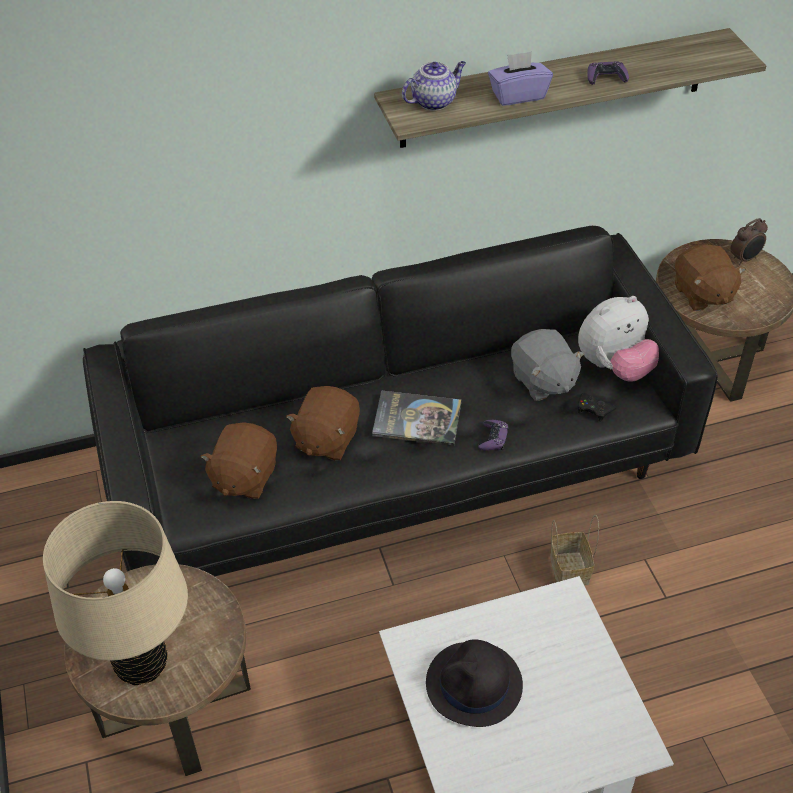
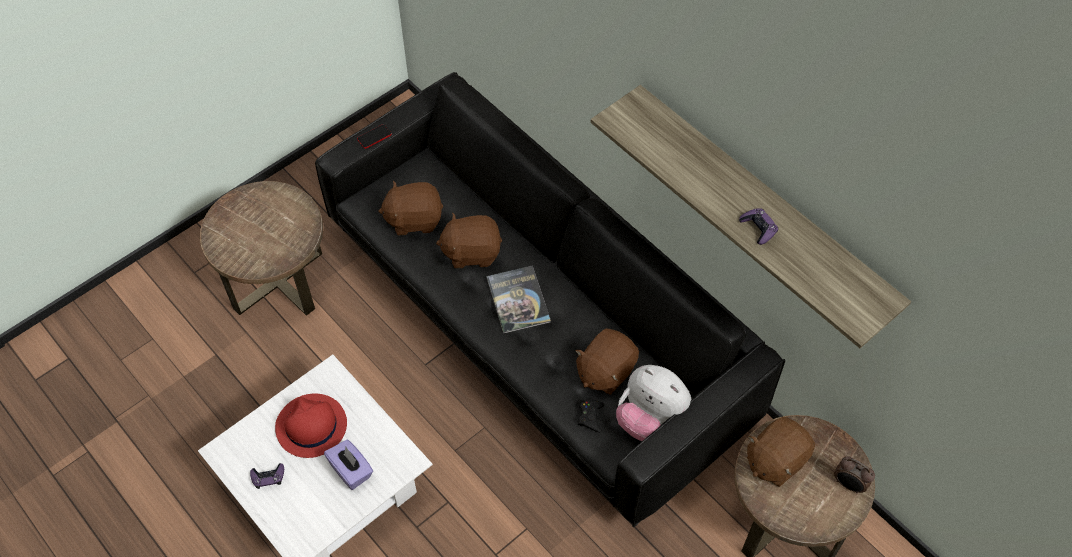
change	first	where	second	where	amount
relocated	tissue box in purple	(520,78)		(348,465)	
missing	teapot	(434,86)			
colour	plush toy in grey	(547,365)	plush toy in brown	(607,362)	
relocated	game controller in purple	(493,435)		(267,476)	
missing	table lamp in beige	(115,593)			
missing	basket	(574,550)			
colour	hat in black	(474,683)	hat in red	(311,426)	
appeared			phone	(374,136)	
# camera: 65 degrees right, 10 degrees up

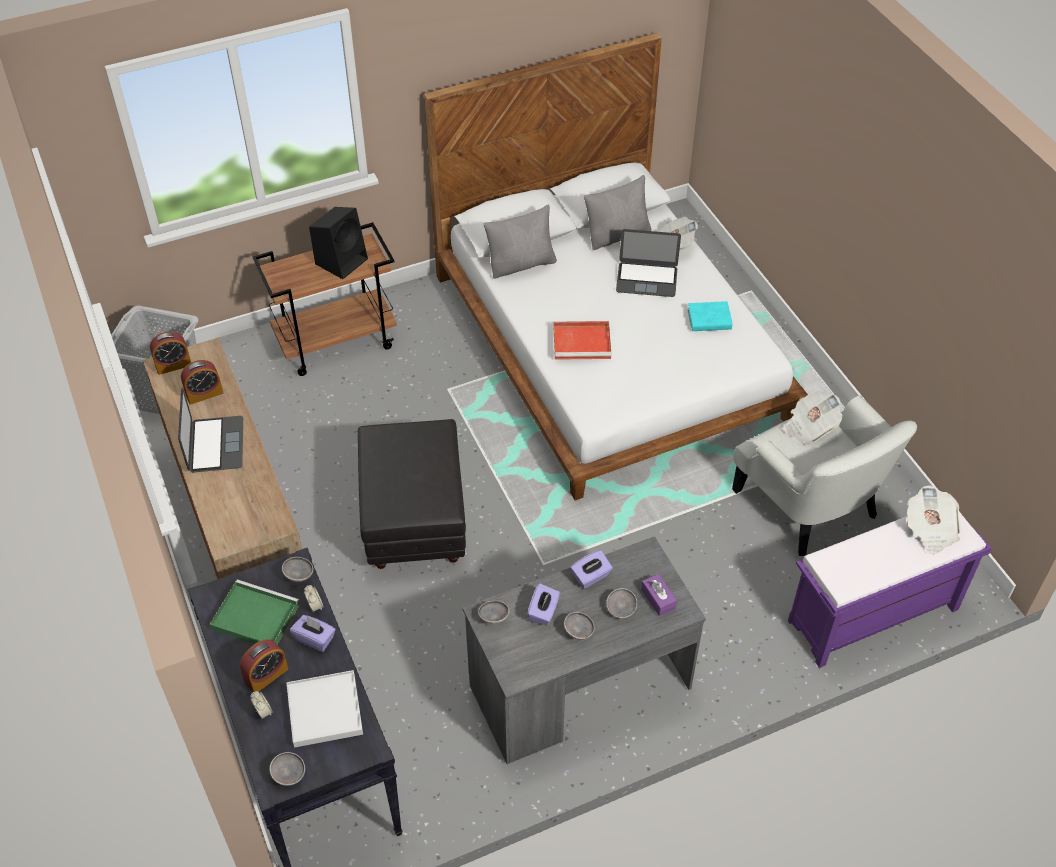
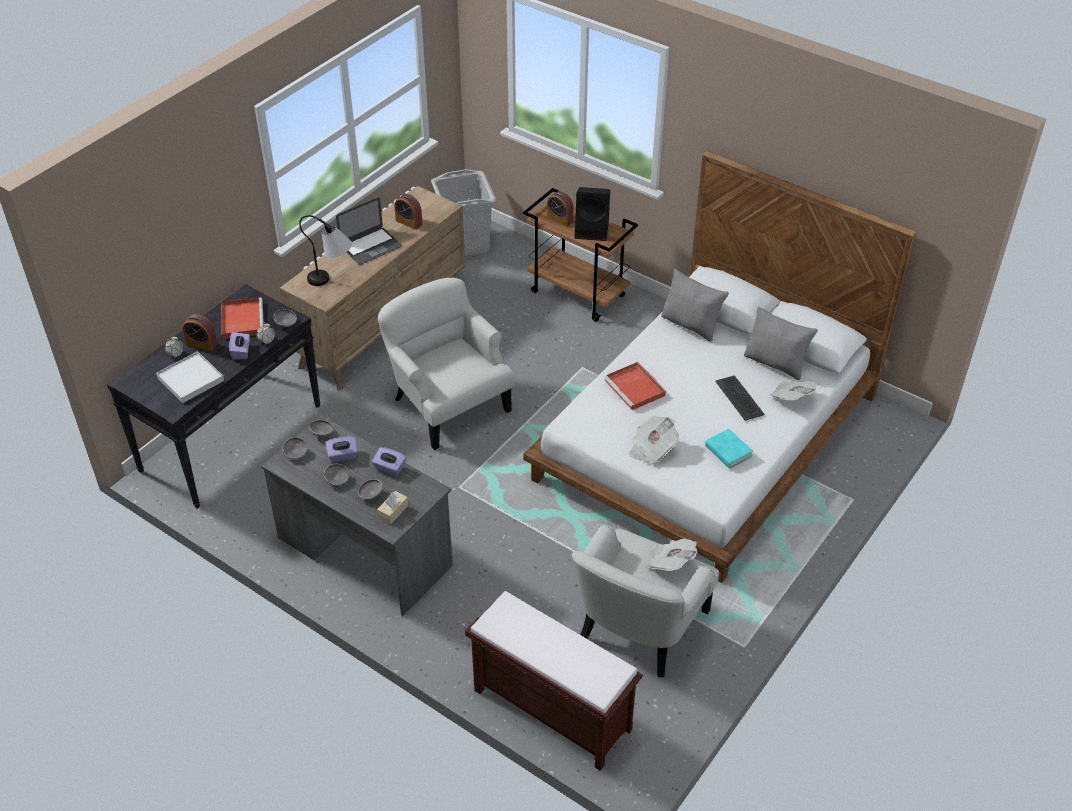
change	first	where	second	where	amount
exchanged	laptop	(648,263)	keyboard	(739,398)	
relocated	alarm clock	(170,353)		(560,209)	
exchanged	ottoman in black	(412,494)	armchair in white	(446,364)	
relocated	newspaper	(933,520)		(654,440)	
colour	bench in purple	(890,590)	bench in brown	(554,681)	
colour	tissue box in purple	(659,595)	tissue box in beige	(392,507)	
colour	tray in green	(254,612)	tray in red	(242,318)	
relocated	bowl in grey	(287,769)		(295,448)	
appeared			table lamp	(325,250)	
# camera: 60 degrees right, 5 degrees down

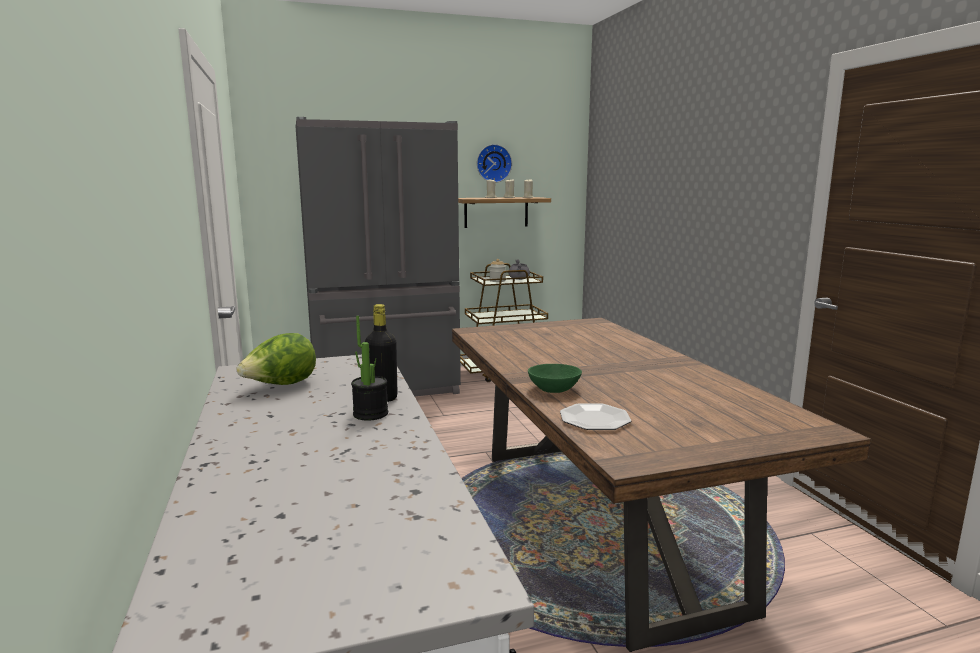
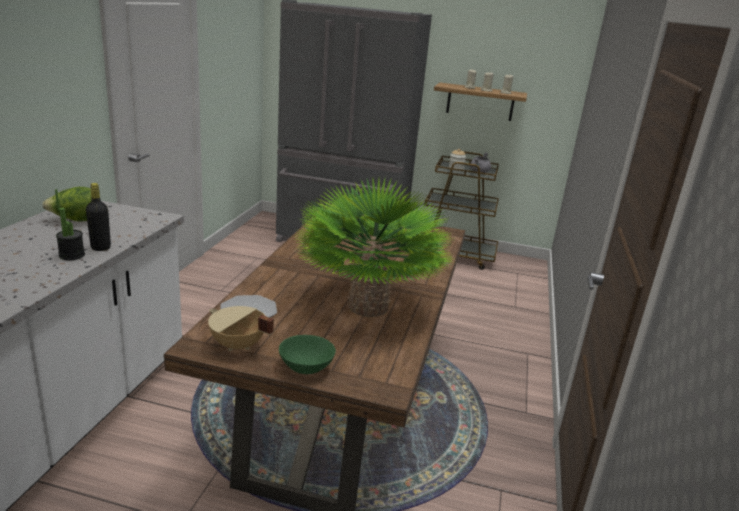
change	first	where	second	where	amount
missing	wall clock	(494,163)			
relocated	bowl in green	(555,378)		(307,354)	
appeared			potted plant	(373,247)	
appeared			cooking pot in beige	(241,328)	
# camera: 30 degrees right, 10 degrees up

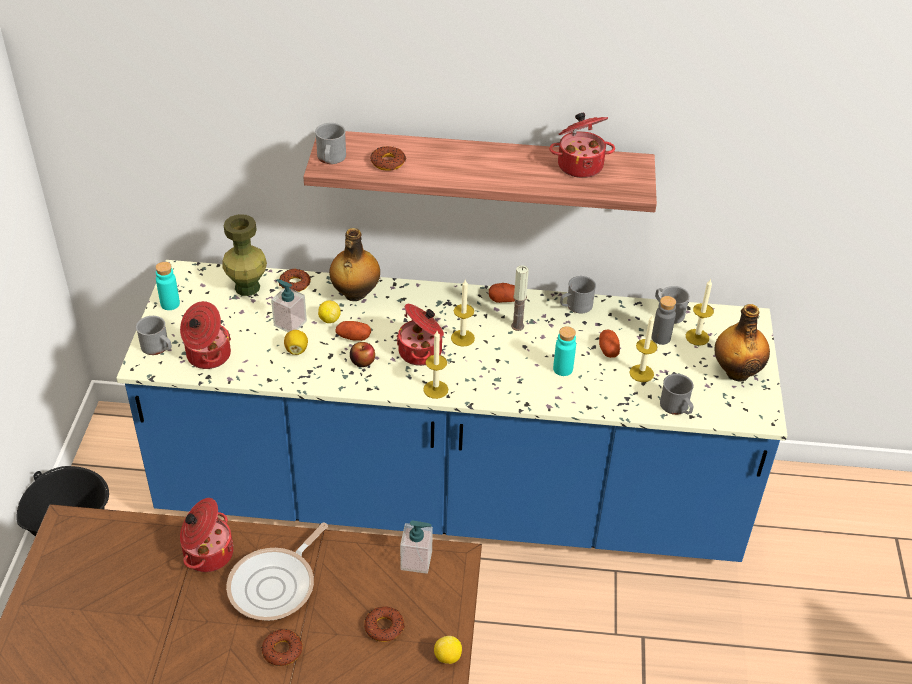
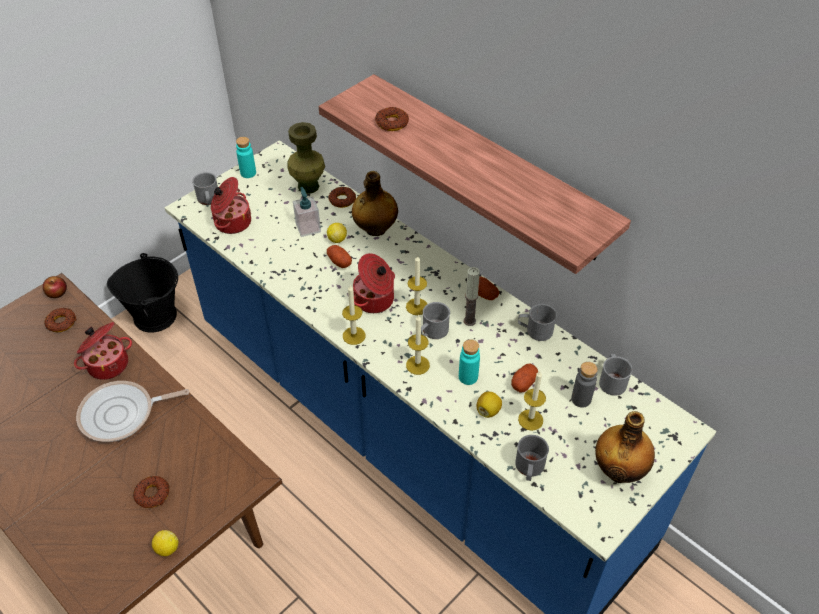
change	first	where	second	where	amount
missing	cooking pot	(582,145)			
relocated	mug in grey	(330,143)		(435,320)	
relocated	candle	(700,312)		(418,344)	
relocated	lemon	(296,342)		(489,404)	
relocated	apple	(362,354)		(55,287)	
missing	soap dispenser	(416,547)			
relocated	donut	(282,647)		(61,320)	
# camera: 40 degrees right, 5 degrees up

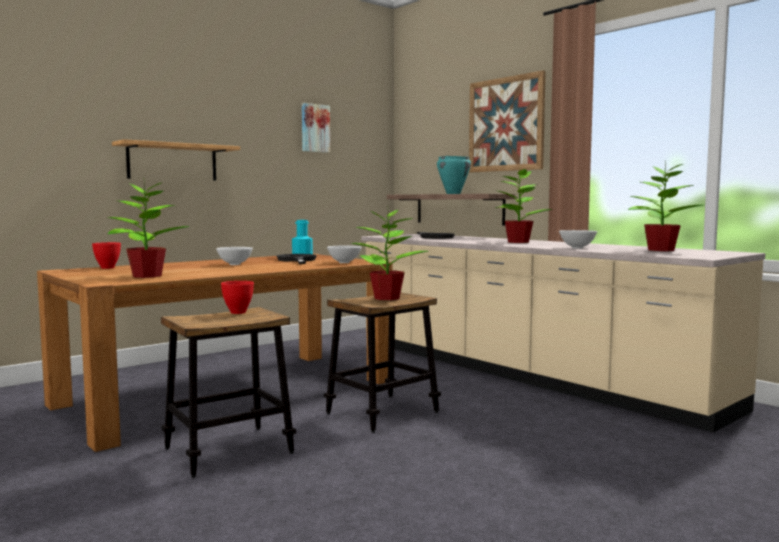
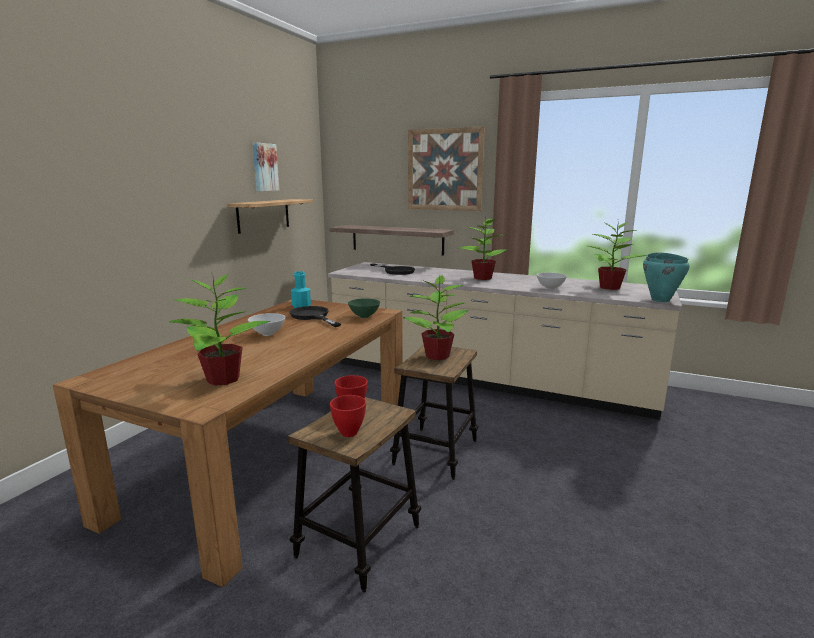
change	first	where	second	where	amount
relocated	shelf	(176,159)		(270,216)	
relocated	cooking pot in turquoise	(454,175)		(666,277)	
relocated	bowl in red	(106,255)		(348,416)	
colour	bowl in white	(344,254)	bowl in green	(364,308)	
# camera: 25 degrees left, 10 degrees up

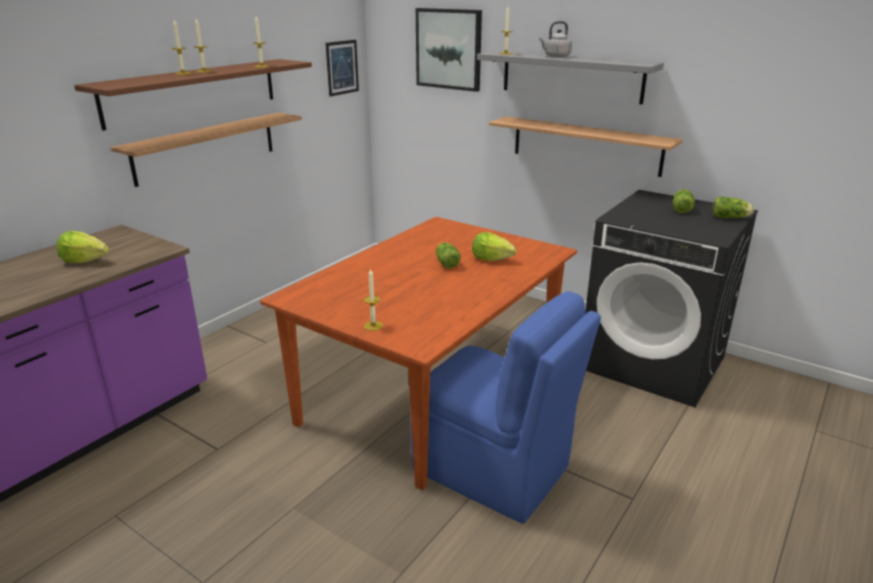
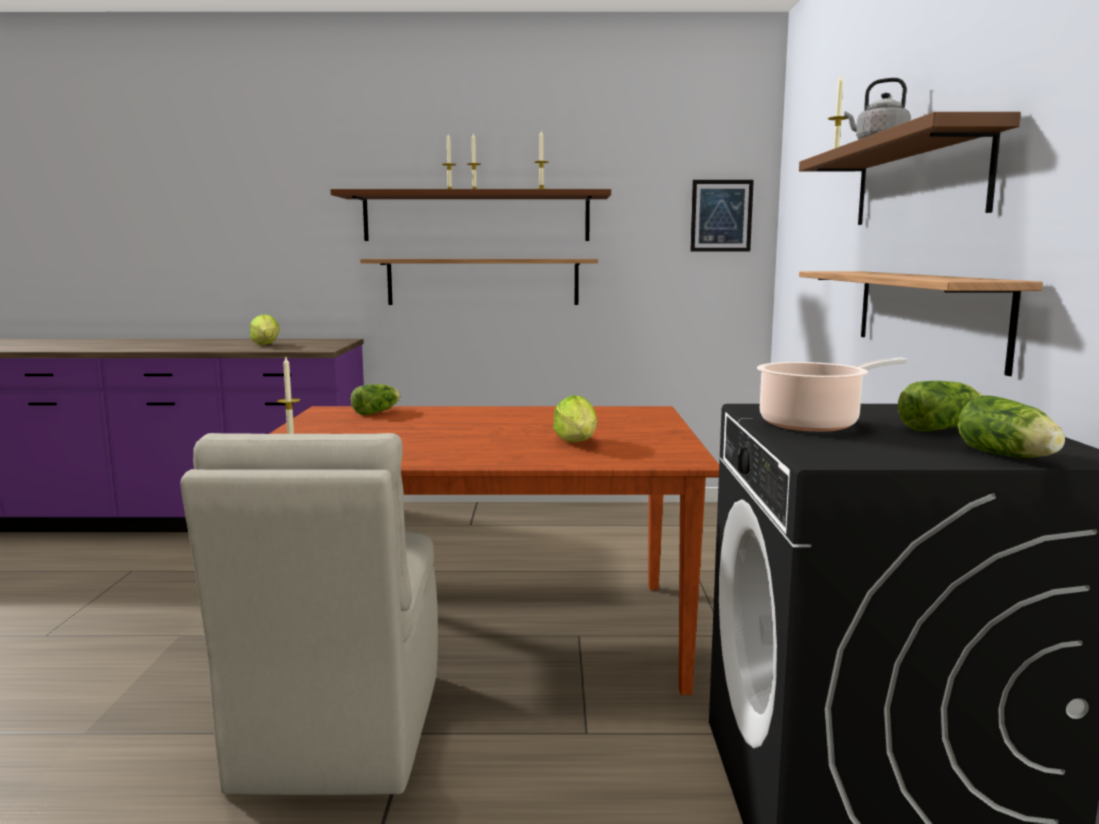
change	first	where	second	where	amount
missing	picture	(449,50)			
colour	shelf in grey	(570,77)	shelf in brown	(910,168)	
relocated	lettuce	(448,255)		(376,399)	
colour	chair in blue	(506,407)	chair in beige	(309,614)	
appeared			cooking pot	(832,395)	
# camera: 55 degrees right, 15 degrees down

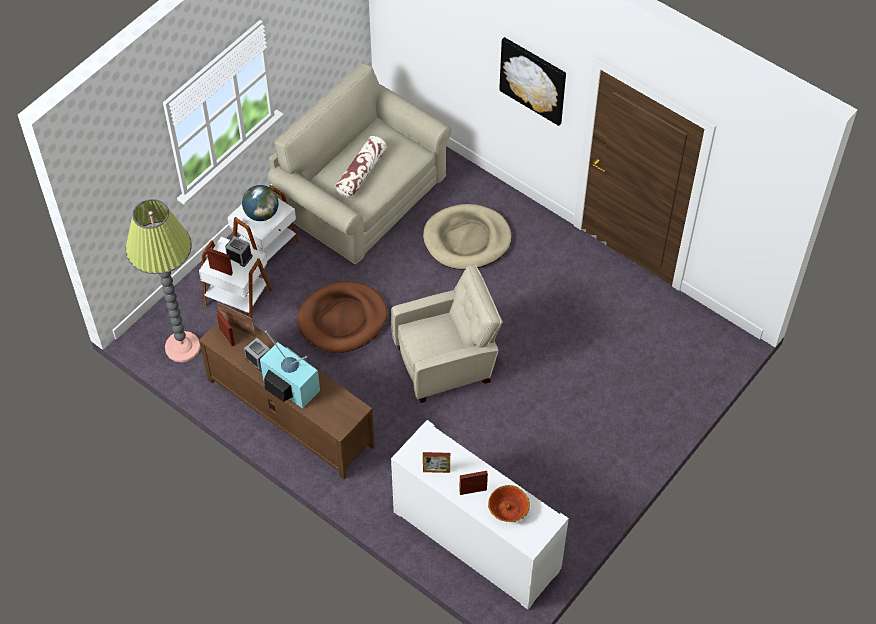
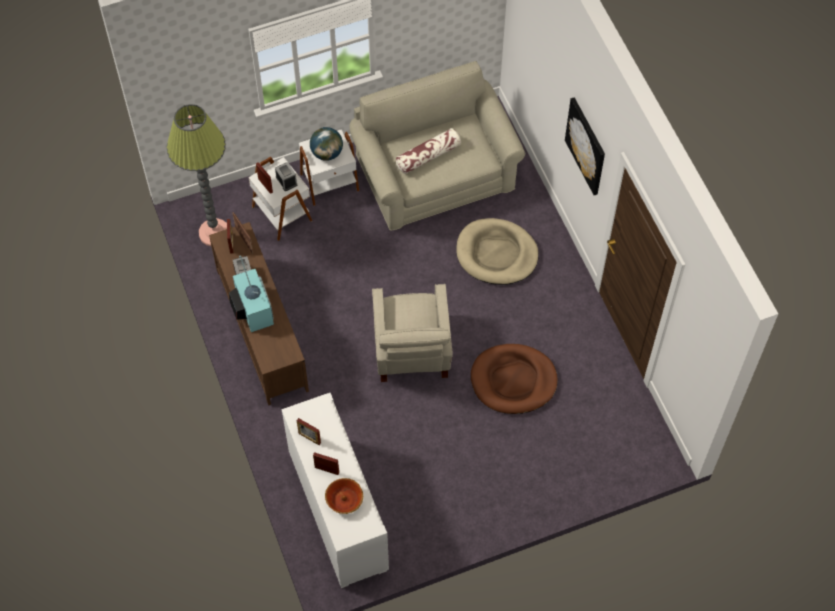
change	first	where	second	where	amount
spun	armchair in beige	(447,334)		(412,333)	75 degrees clockwise
relocated	dog bed in brown	(342,317)		(514,379)	
# camera: 30 degrees right, 5 degrees up

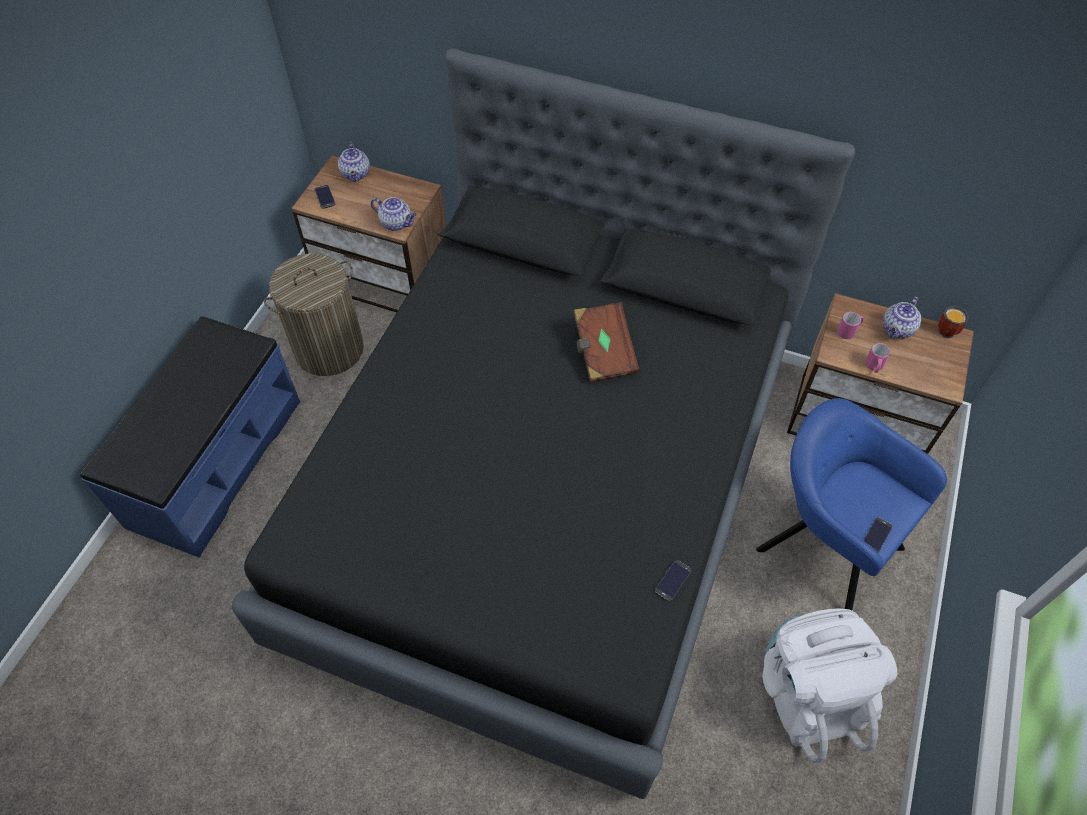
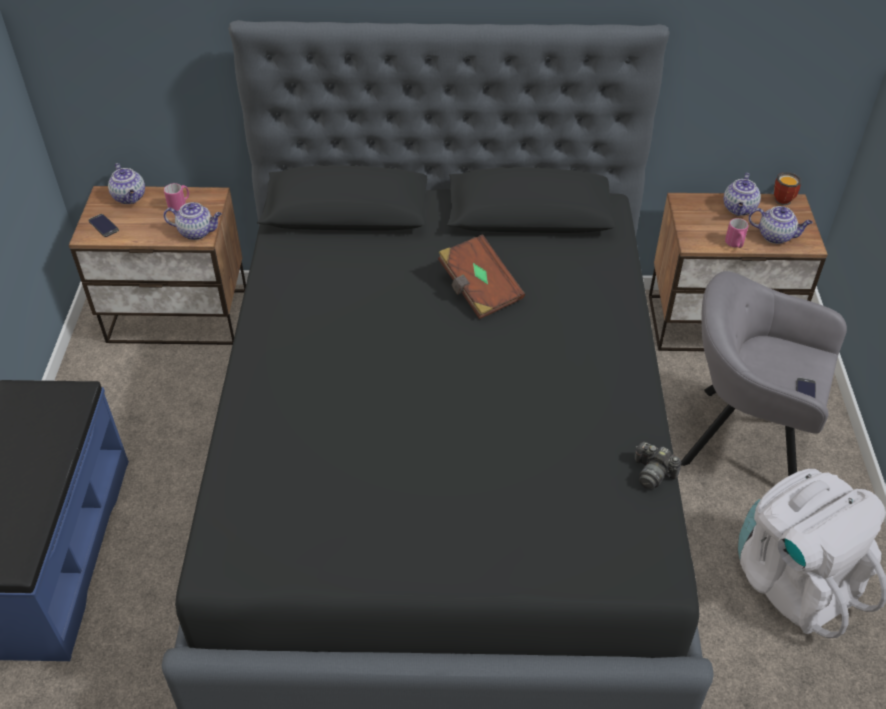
change	first	where	second	where	amount
missing	laundry basket	(314,314)			
relocated	mug in pink	(850,325)		(176,197)	
colour	armchair in blue	(851,504)	armchair in grey	(764,373)	
exchanged	phone	(673,581)	photo camera	(657,465)	
appeared			teapot	(780,225)	
# camera: 20 degrees left, 10 degrees down

